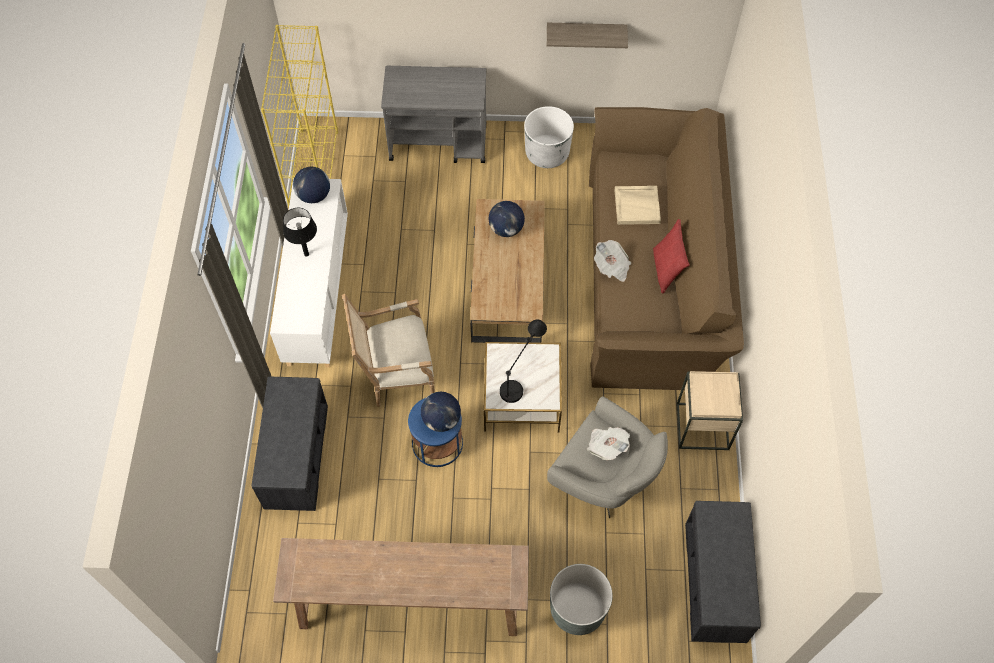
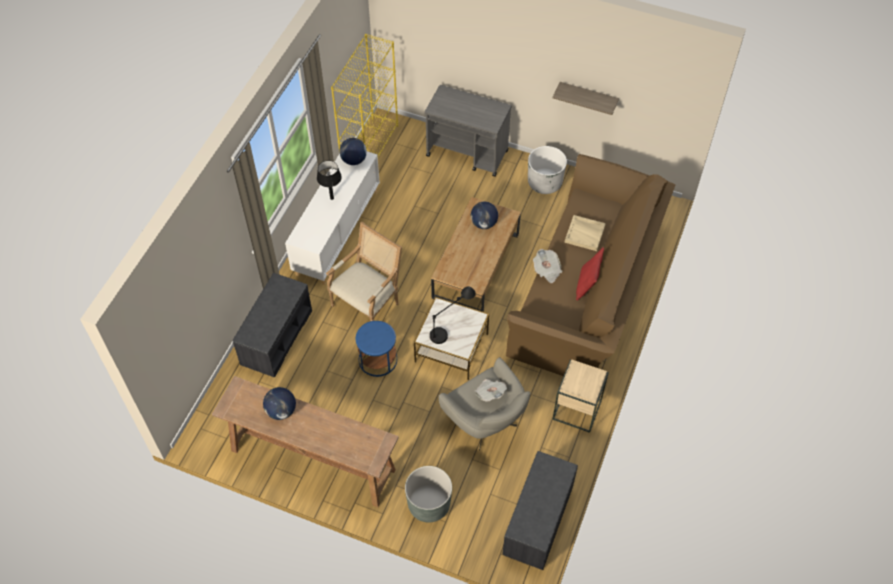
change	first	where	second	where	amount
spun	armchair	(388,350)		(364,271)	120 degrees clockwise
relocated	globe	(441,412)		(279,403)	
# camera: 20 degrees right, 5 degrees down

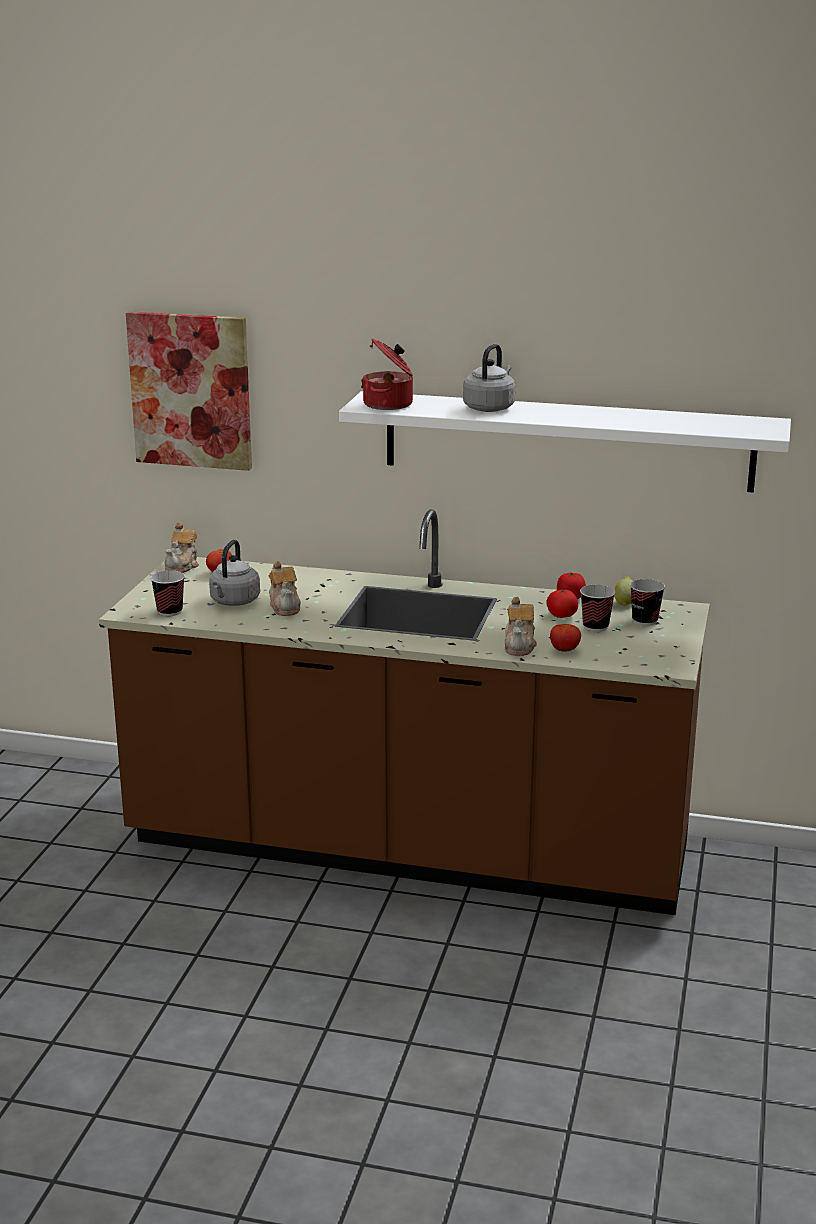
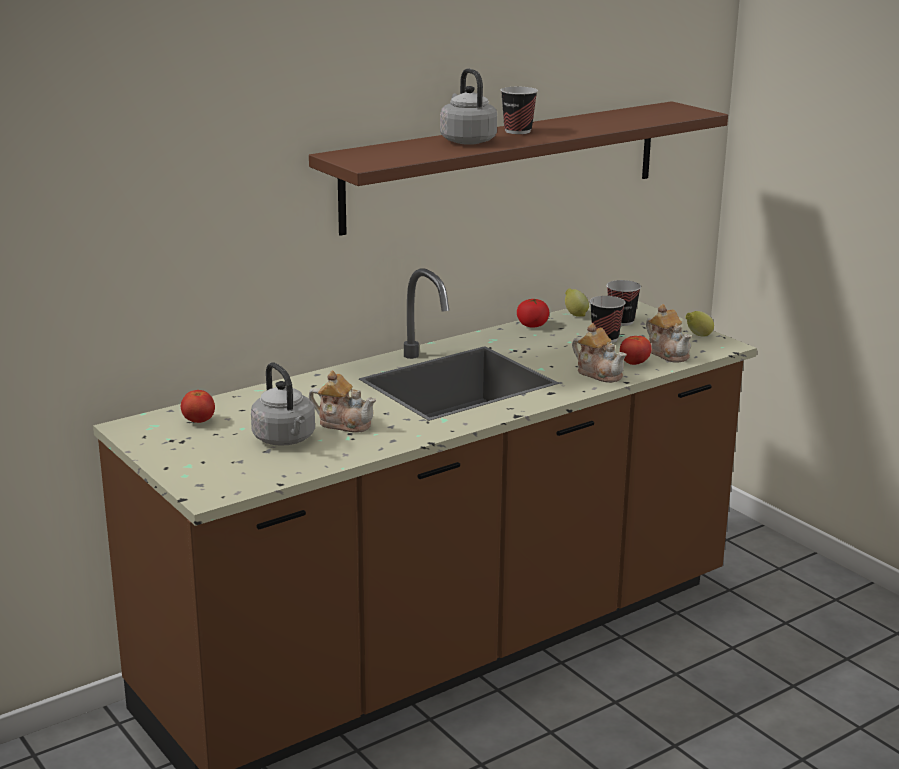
change	first	where	second	where	amount
missing	picture	(189,391)			
missing	cooking pot	(387,374)			
colour	shelf in white	(565,442)	shelf in brown	(518,168)	
relocated	teapot	(182,547)		(669,333)	
relocated	cup	(167,593)		(519,110)	
missing	tomato	(562,603)			
appeared			lemon	(700,324)	
# camera: 50 degrees left, 0 degrees up

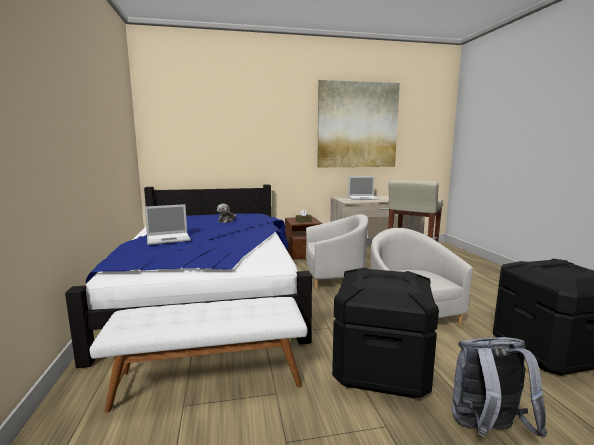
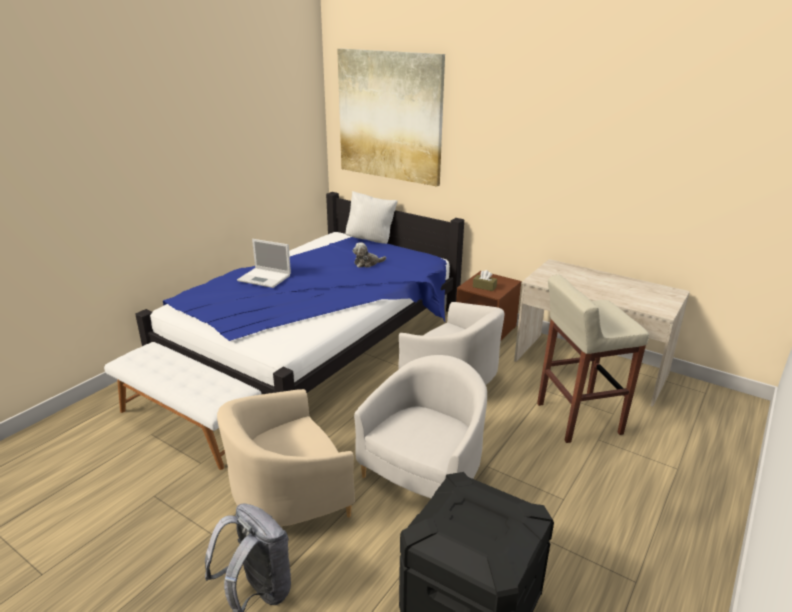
change	first	where	second	where	amount
relocated	picture	(358,123)		(391,118)	
missing	laptop	(363,188)			
exchanged	storage box in black	(385,333)	armchair in beige	(286,457)	
appeared			pillow in white	(372,217)	
# camera: 45 degrees right, 15 degrees up

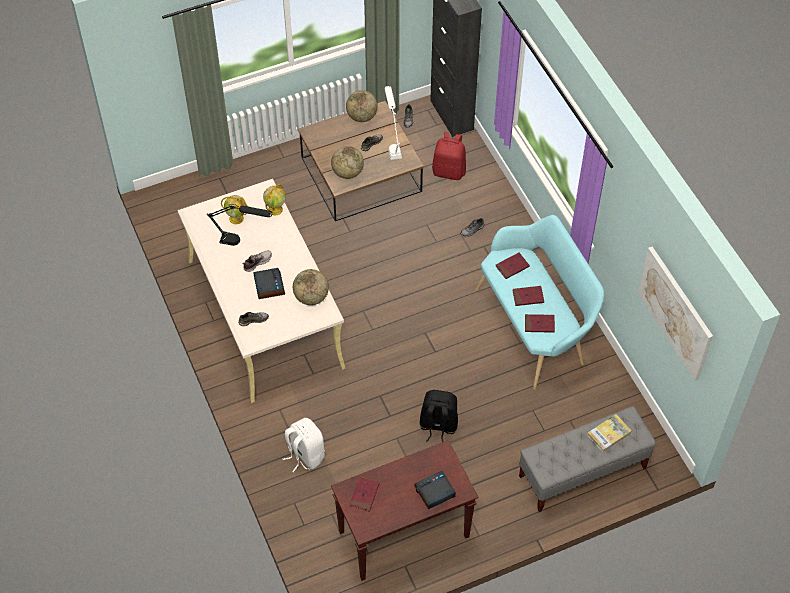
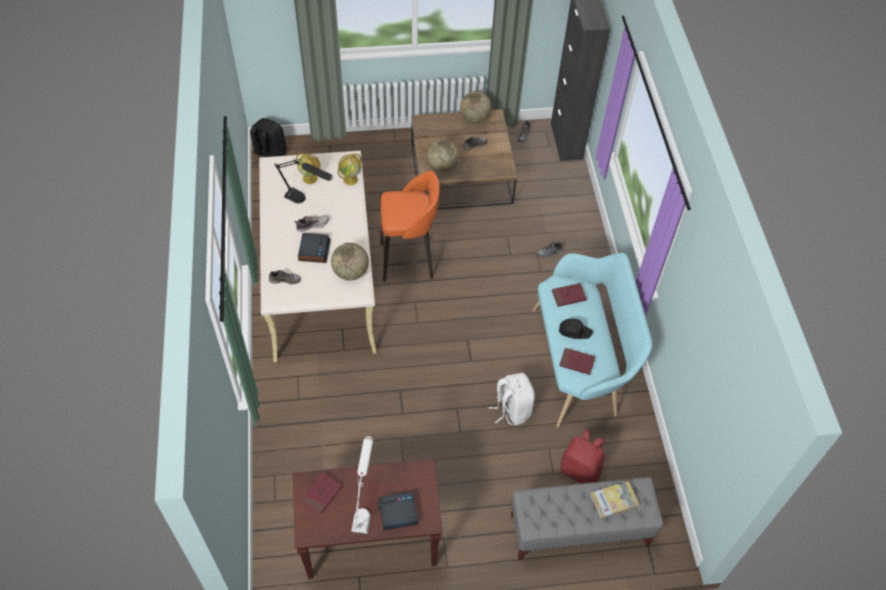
change	first	where	second	where	amount
relocated	table lamp in white	(393,123)		(362,485)	
relocated	backpack in red	(449,156)		(582,457)	
missing	picture	(675,313)			
exchanged	book in red	(528,296)	cap in black	(575,328)	
relocated	backpack in black	(439,416)		(268,141)	
relocated	backpack in white	(304,445)		(512,399)	
appeared			stool in orange	(410,226)	
# camera: 15 degrees right, 0 degrees up

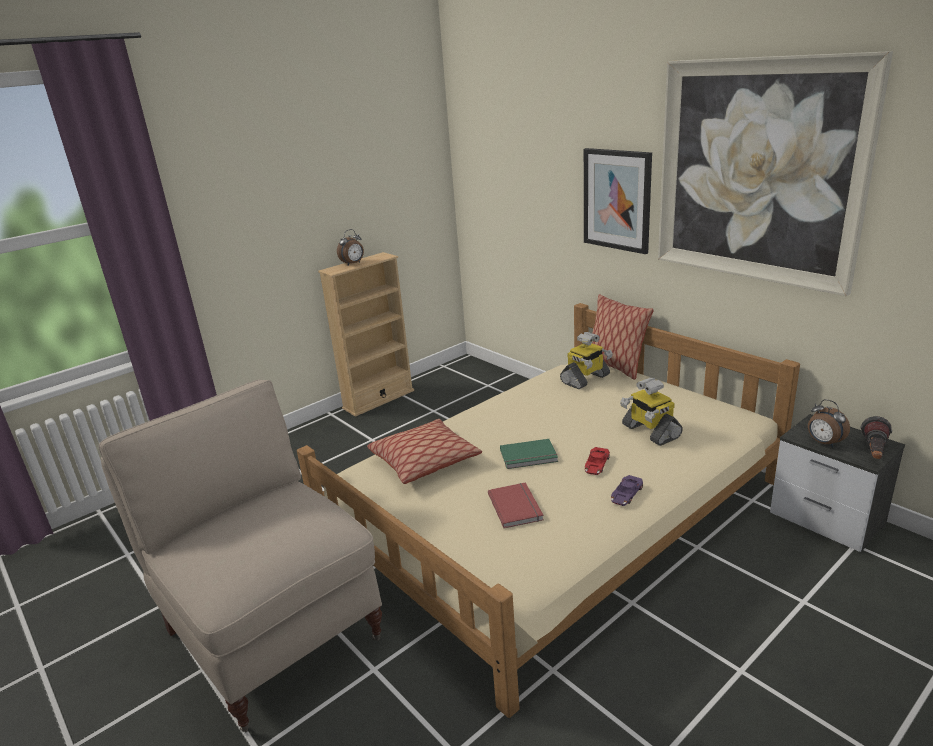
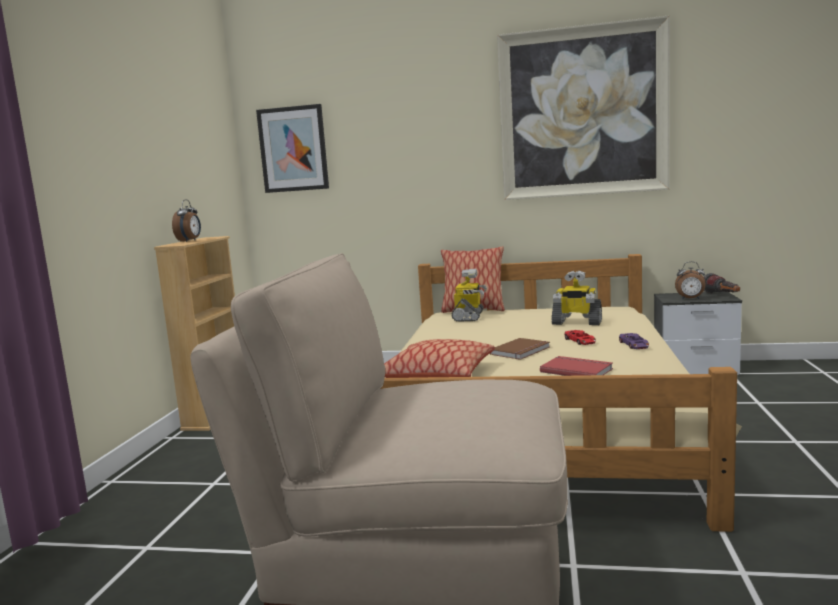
change	first	where	second	where	amount
relocated	picture	(618,201)		(292,148)	
colour	book in green	(529,454)	book in brown	(520,349)	
# camera: 40 degrees left, 15 degrees down

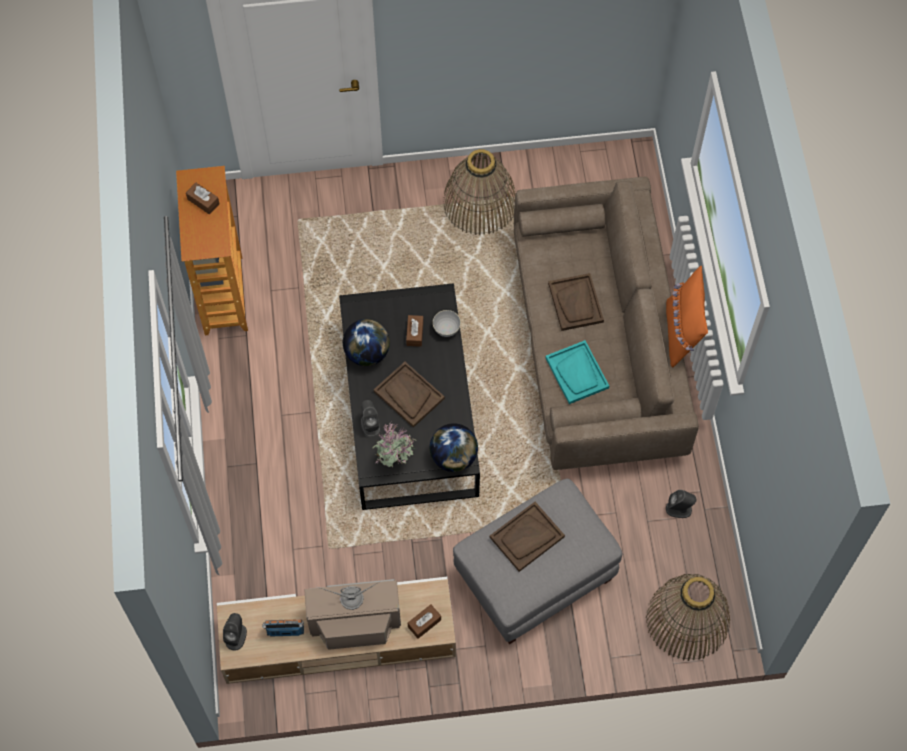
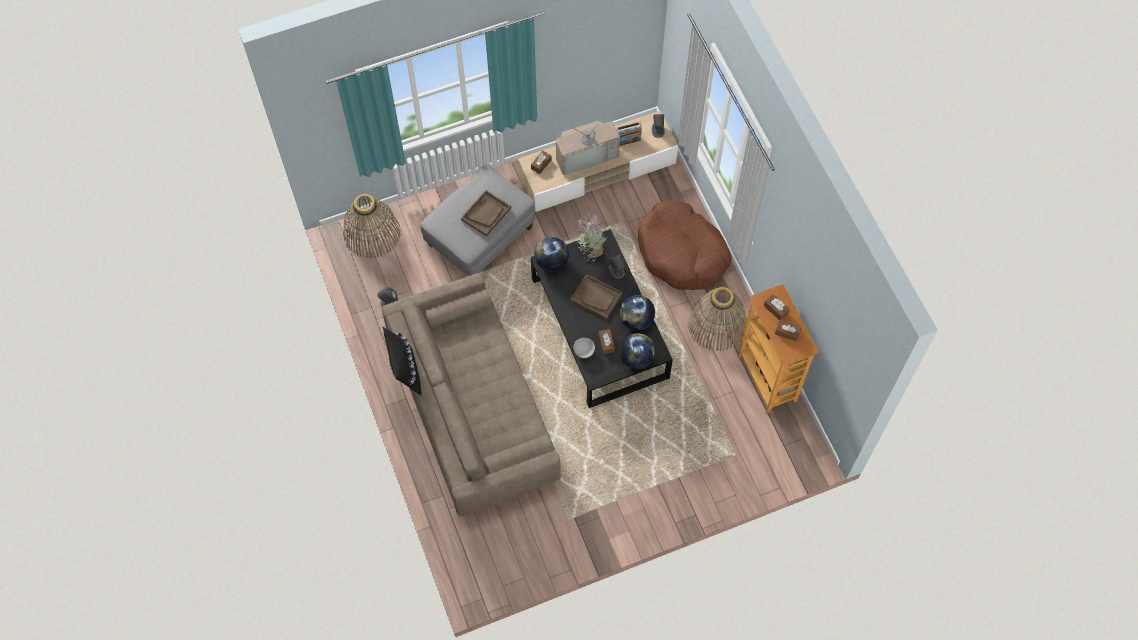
change	first	where	second	where	amount
relocated	basket	(479,192)		(717,319)	
colour	pillow in orange	(687,317)	pillow in black	(401,361)	
missing	tray in brown	(576,302)			
missing	tray in turquoise	(577,372)			
appeared			dog bed in brown	(685,245)	
appeared			tissue box in brown	(777,307)	
appeared			globe	(637,351)	
# camera: 165 degrees right, 0 degrees up

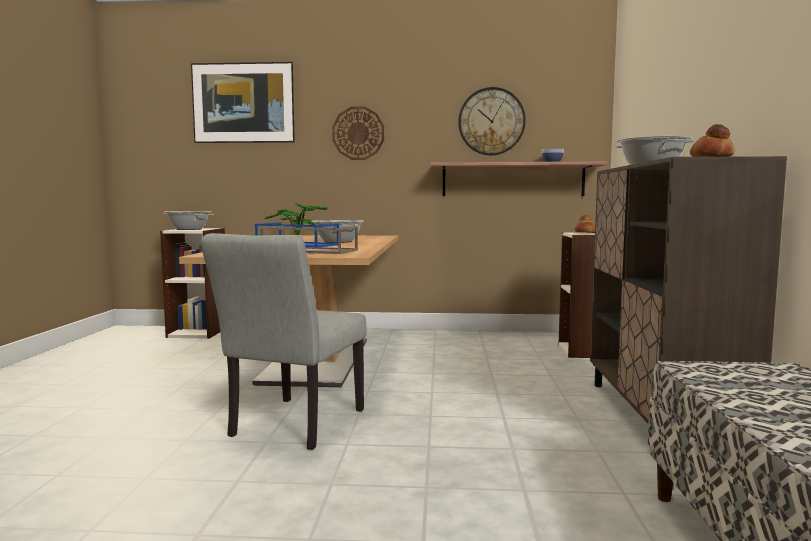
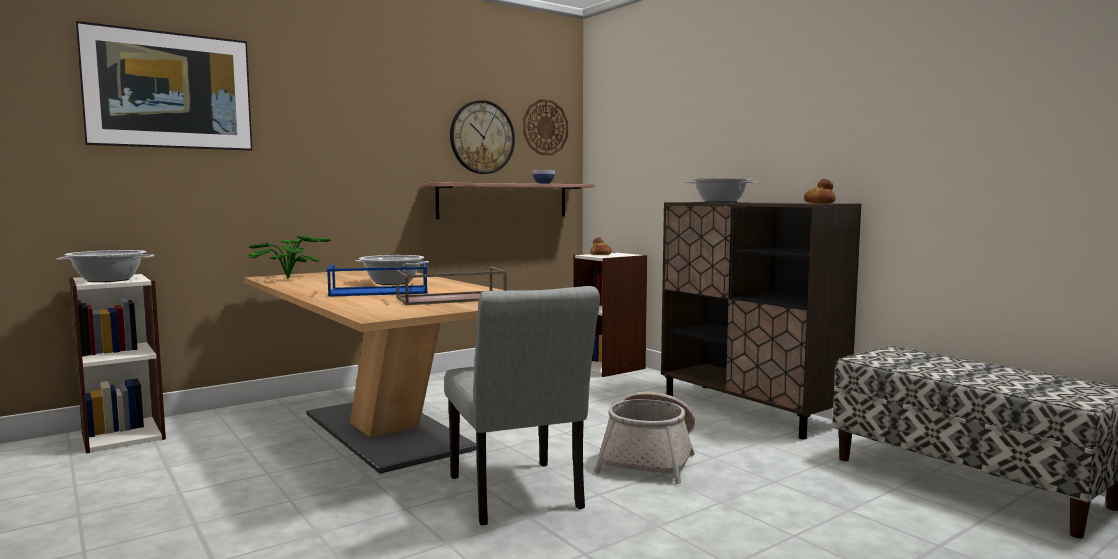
change	first	where	second	where	amount
relocated	wall clock	(358,133)		(545,127)	
appeared			basket	(644,438)	
# camera: 40 degrees left, 0 degrees up

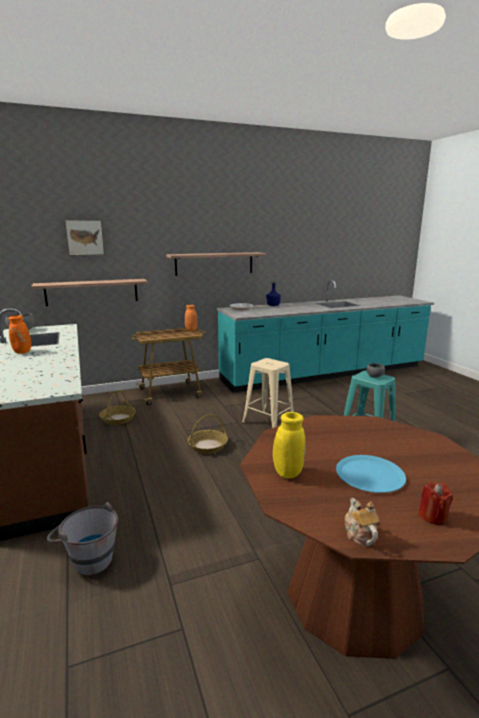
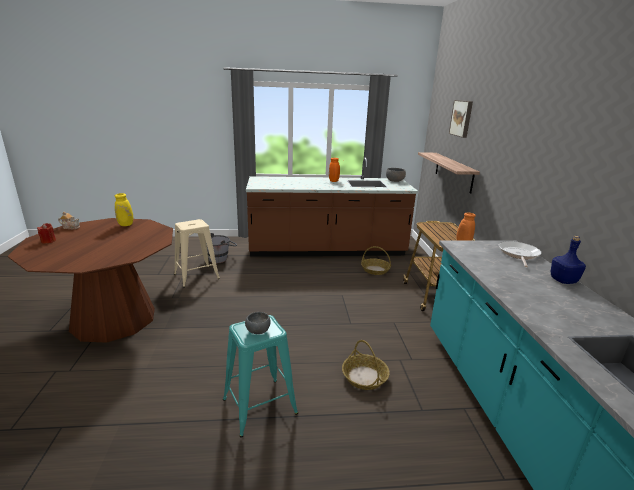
change	first	where	second	where	amount
missing	shelf	(216,264)			
relocated	stool in beige	(268,393)		(197,253)	
relocated	basket	(208,434)		(366,365)	
missing	plate in blue	(371,474)			
# camera: 105 degrees right, 5 degrees up

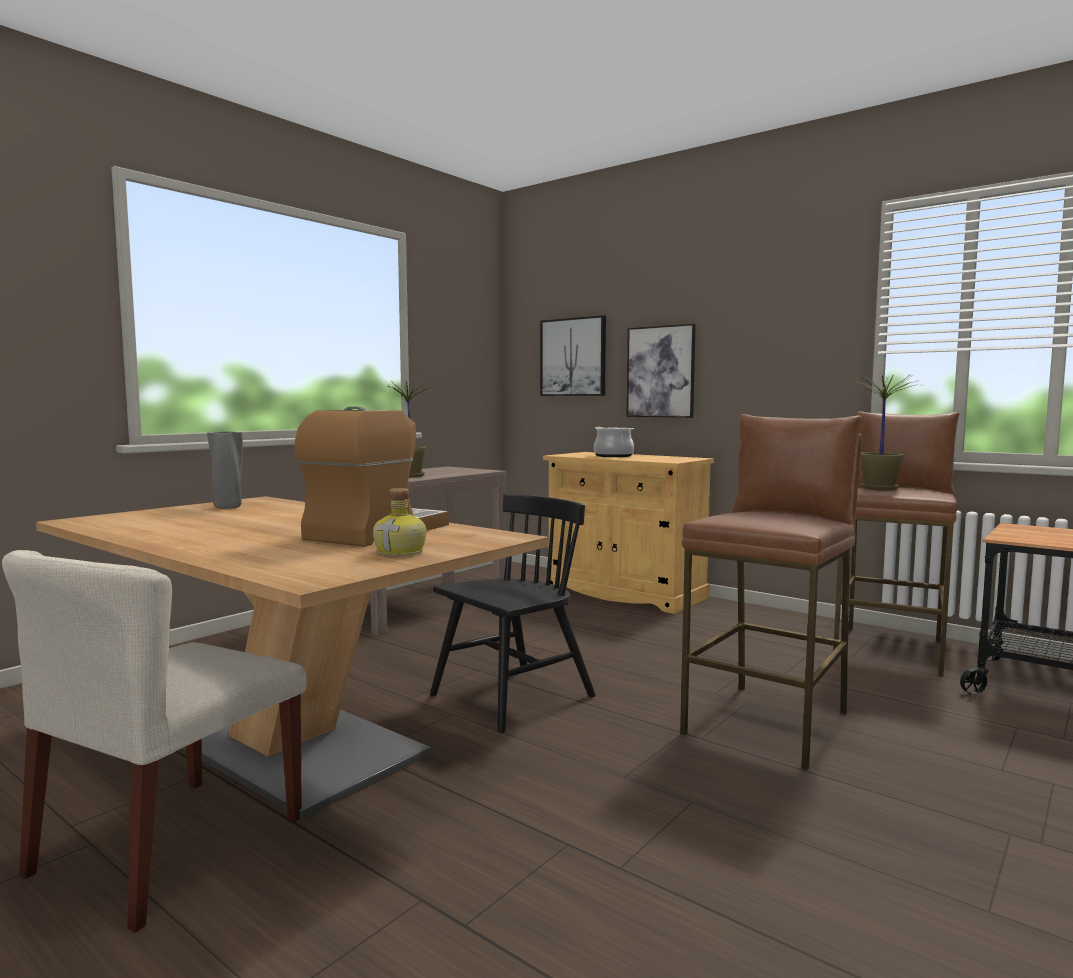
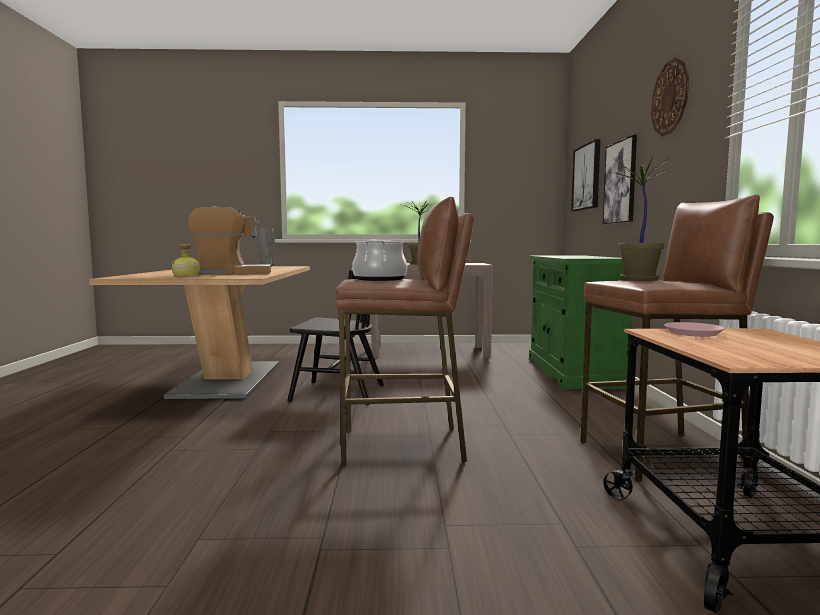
change	first	where	second	where	amount
relocated	cooking pot	(614,442)		(379,260)	
colour	cabinet in beige	(628,533)	cabinet in green	(580,323)	
missing	chair in beige	(154,741)			
appeared			wall clock	(670,96)	
appeared			plate in pink	(694,329)	
# camera: 50 degrees right, 0 degrees up

